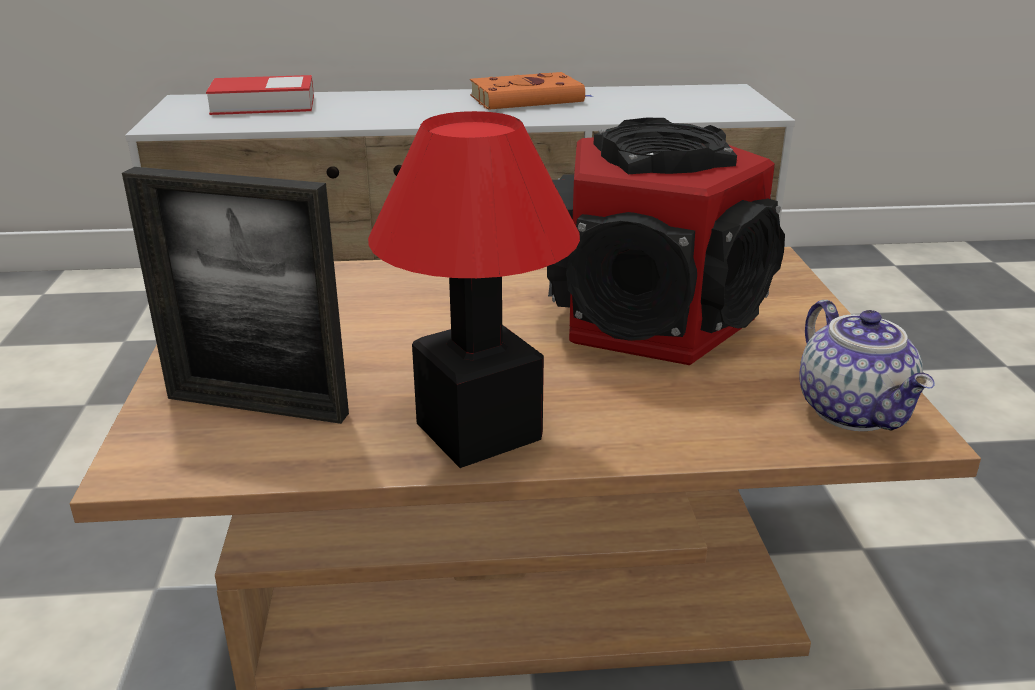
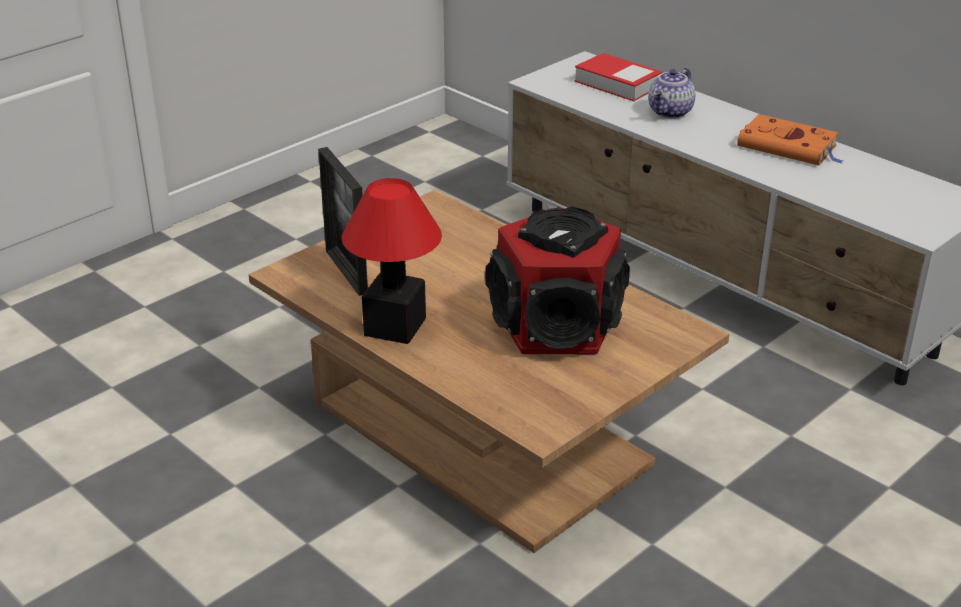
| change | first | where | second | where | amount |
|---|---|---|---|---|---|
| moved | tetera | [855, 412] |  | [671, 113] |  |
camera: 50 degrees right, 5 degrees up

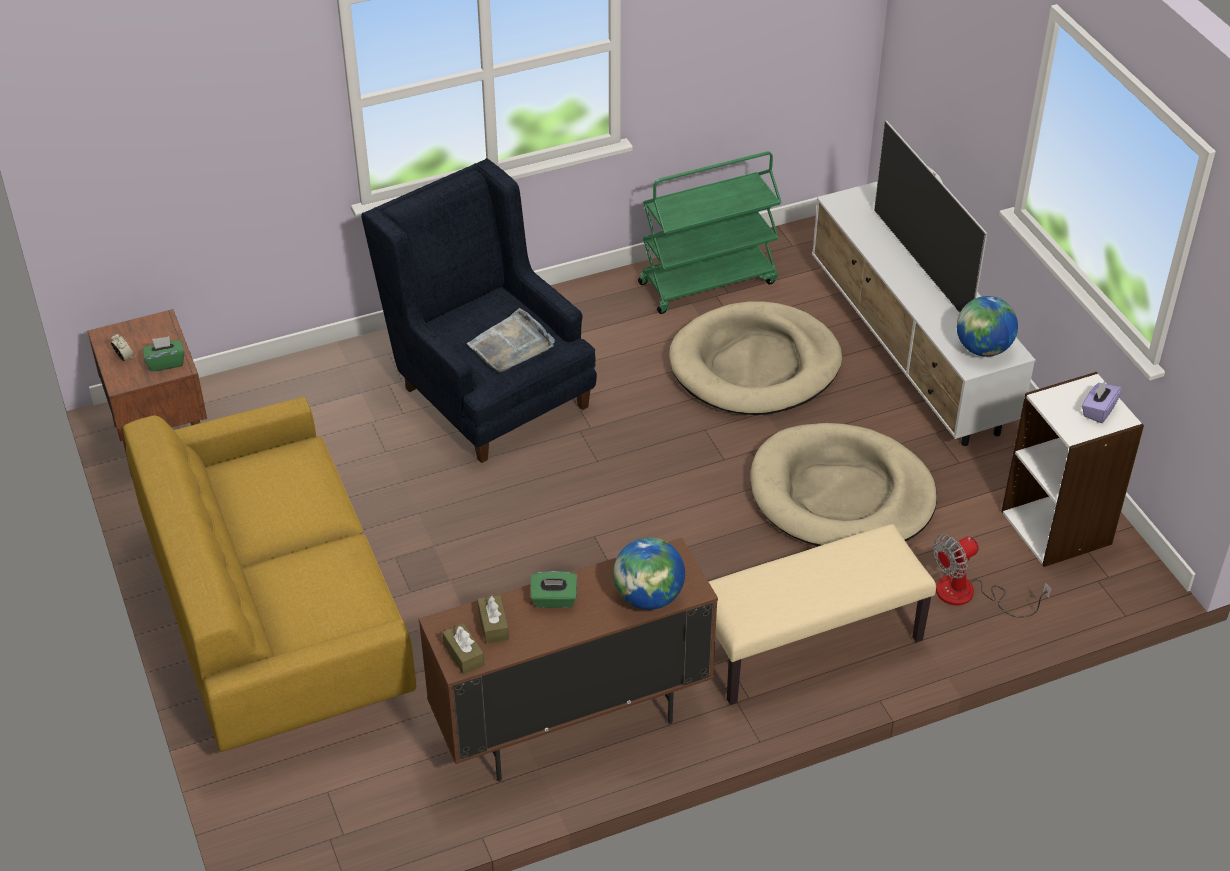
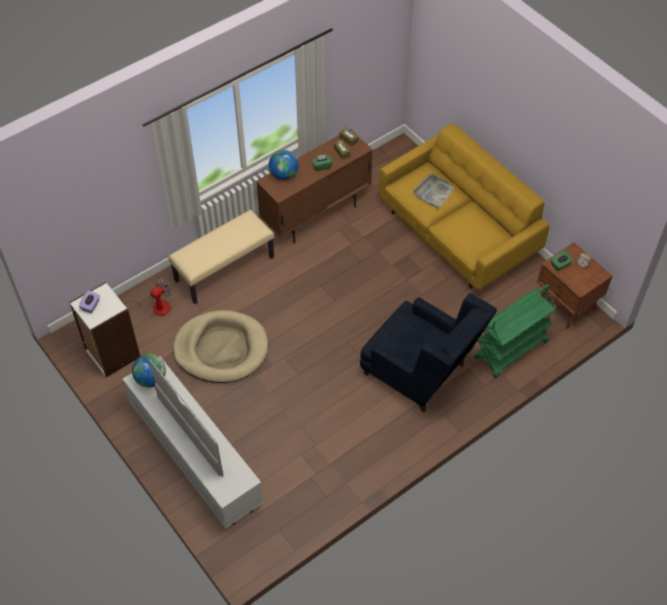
| change | first | where | second | where | amount |
|---|---|---|---|---|---|
| moved | carrito/verde | [708, 282] |  | [511, 350] |  |
| removed | cama para perro/beis | [755, 365] |  |  |  |
| moved | bandeja/gris | [511, 345] |  | [433, 192] |  |
camera: 165 degrees right, 10 degrees up

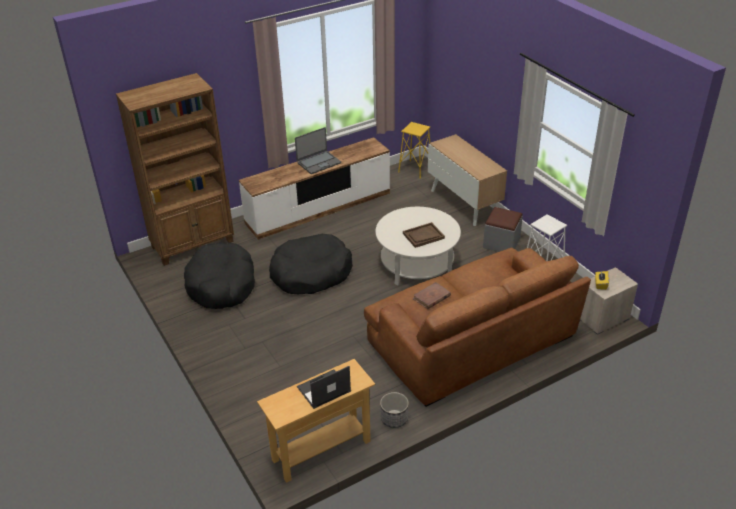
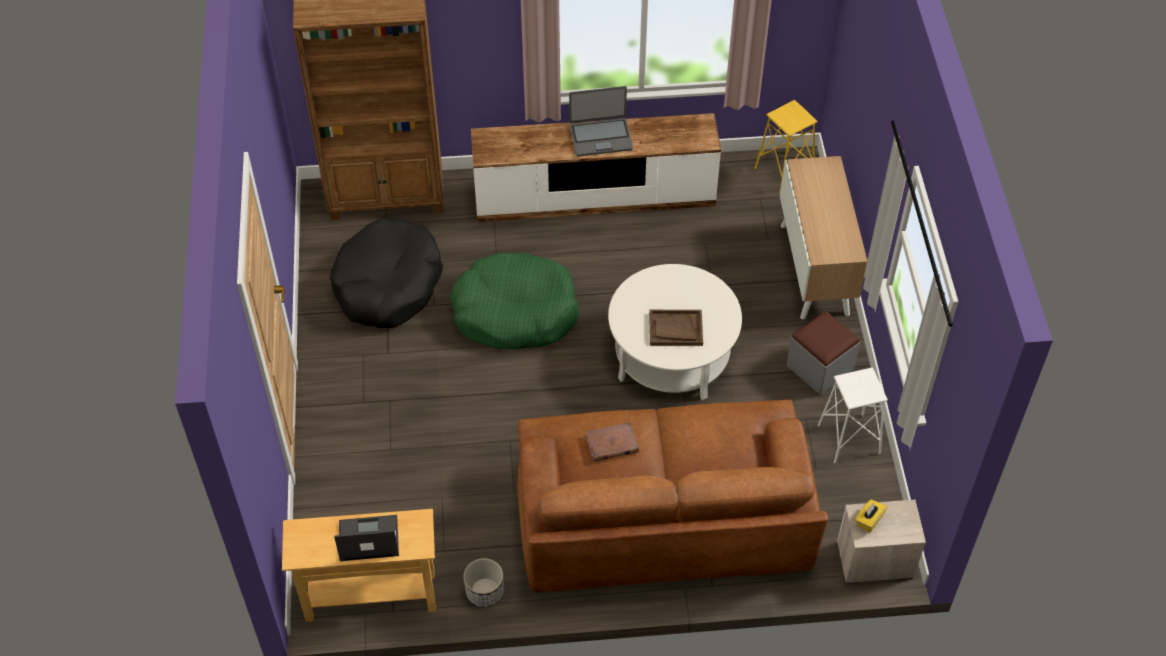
| change | first | where | second | where | amount |
|---|---|---|---|---|---|
| recoloured | cama para perro/negro | [310, 273] | cama para perro/verde | [515, 312] |  |
camera: 25 degrees right, 15 degrees up

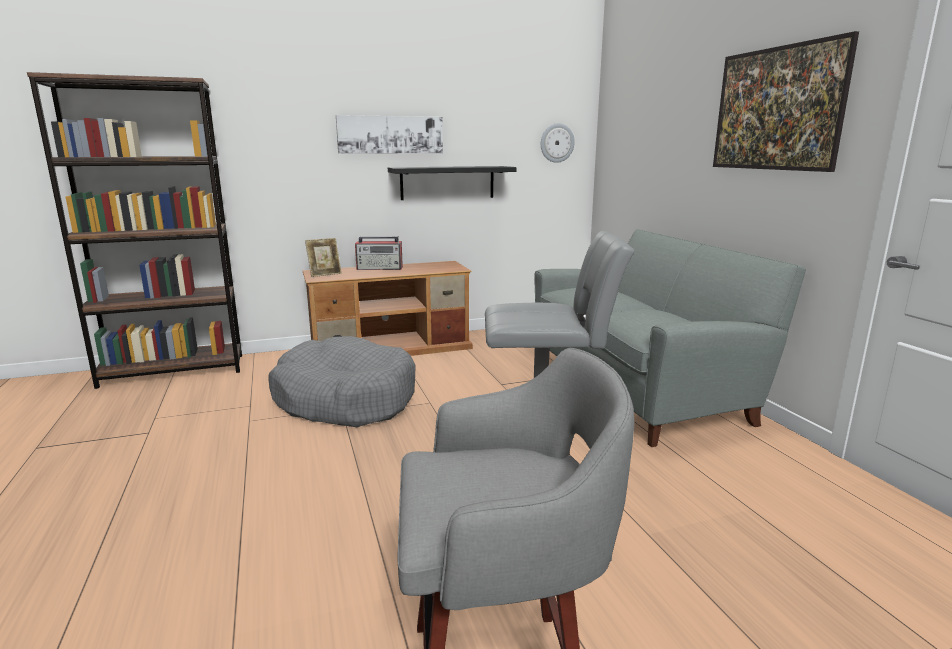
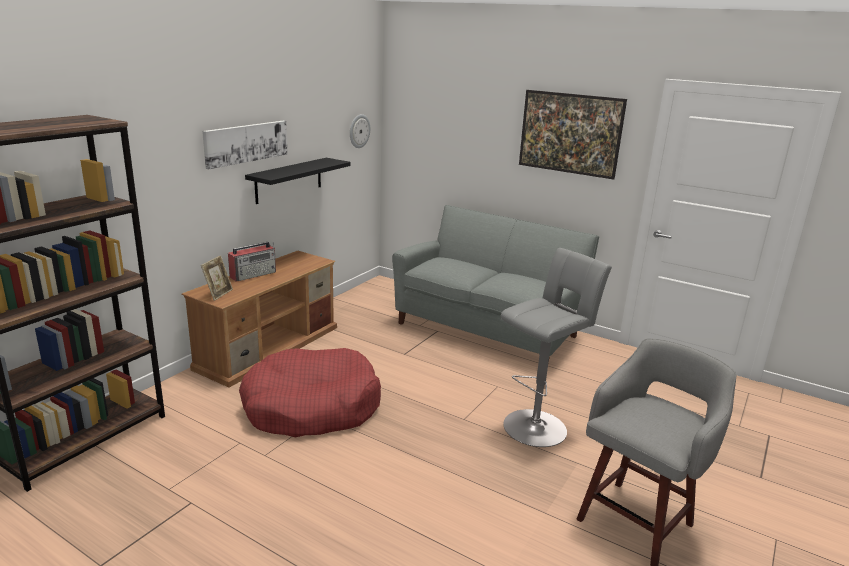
| change | first | where | second | where | amount |
|---|---|---|---|---|---|
| recoloured | cama para perro/gris | [345, 399] | cama para perro/rojo | [311, 407] |  |
camera: 40 degrees left, 5 degrees up

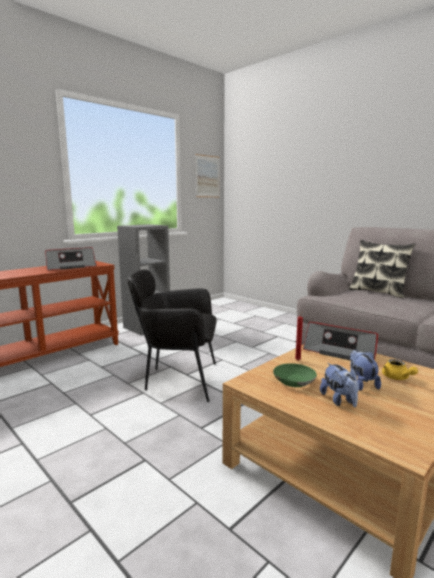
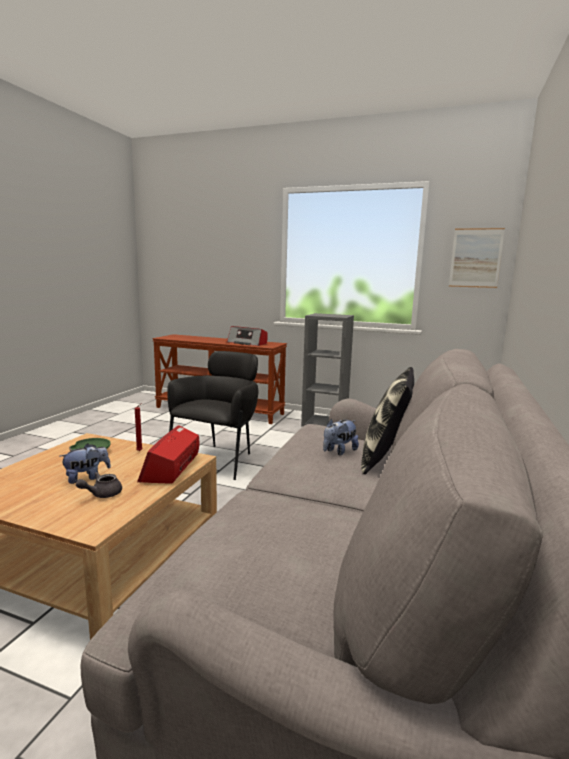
| change | first | where | second | where | amount |
|---|---|---|---|---|---|
| turned | sillón/negro | [177, 380] |  | [218, 459] | 45 degrees clockwise |
| recoloured | tetera/amarillo | [397, 378] | tetera/gris | [102, 494] |  |
| moved | peluche | [339, 400] |  | [339, 451] |  |
camera: 65 degrees right, 0 degrees up

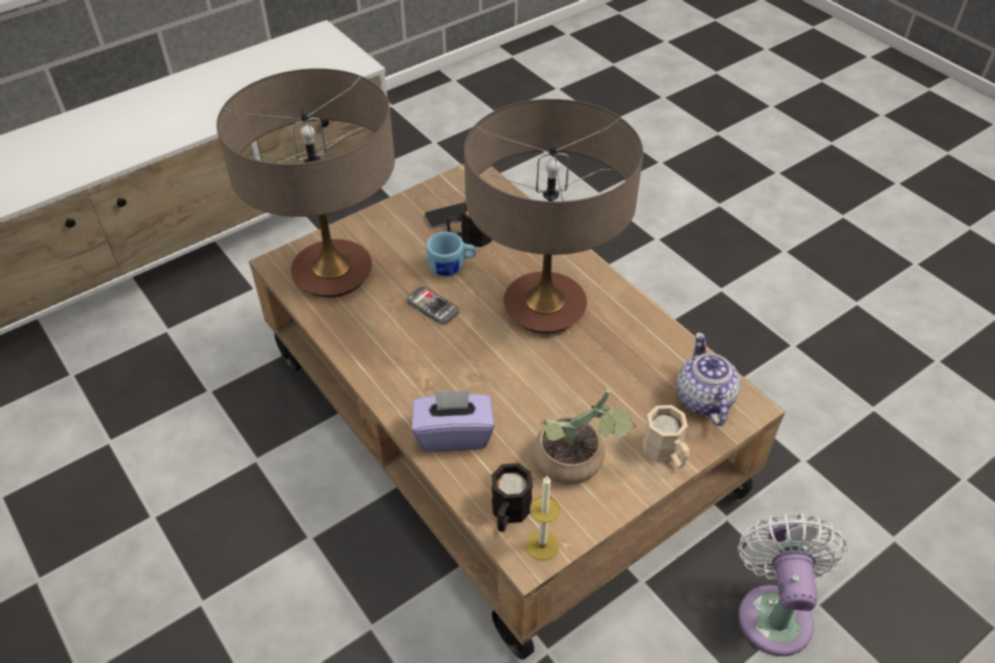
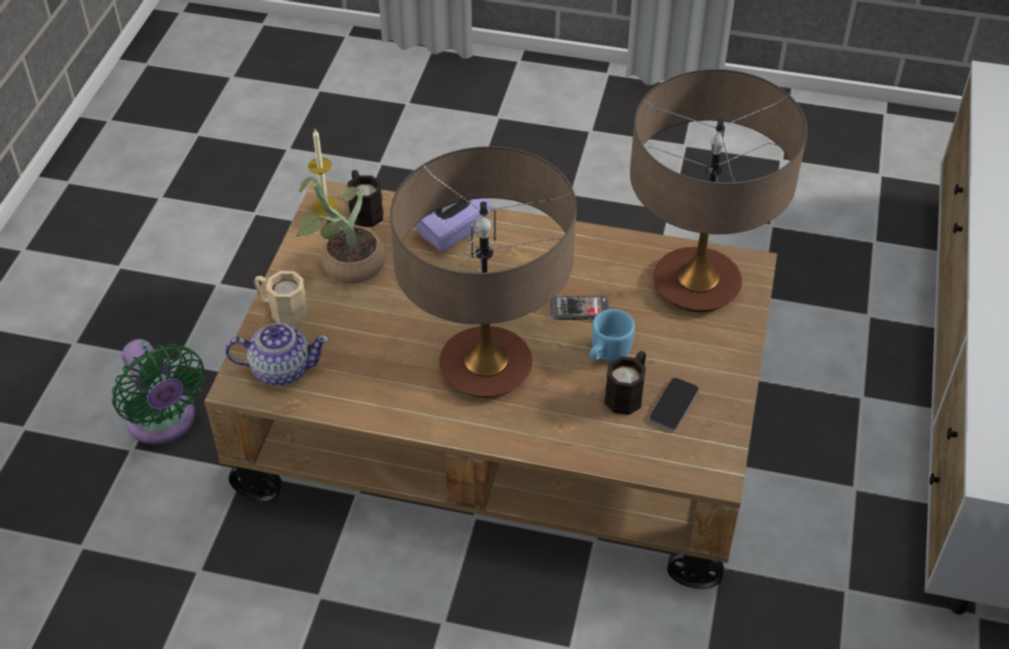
| change | first | where | second | where | amount |
|---|---|---|---|---|---|
| turned | tetera | [703, 399] |  | [281, 369] | 45 degrees counterclockwise |
| recoloured | ventilador/blanco | [774, 612] | ventilador/verde | [164, 423] |  |
camera: 140 degrees right, 0 degrees up

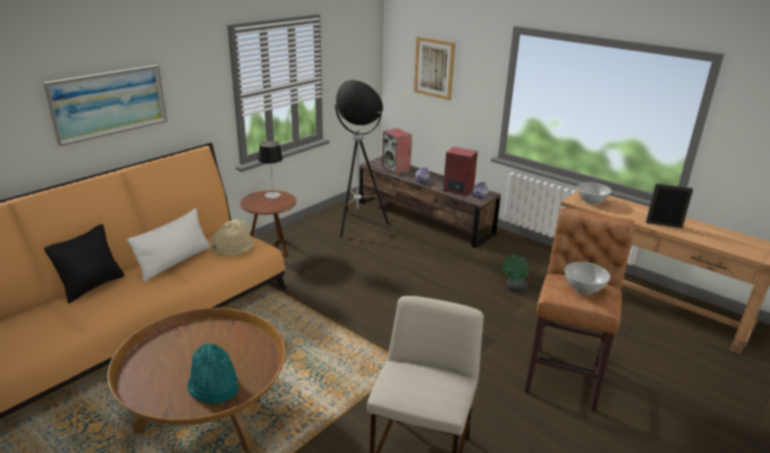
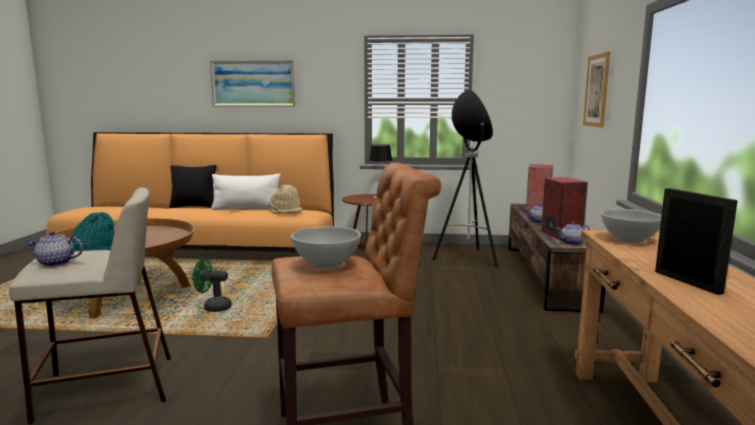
| change | first | where | second | where | amount |
|---|---|---|---|---|---|
| moved | ventilador/verde | [515, 289] |  | [213, 307] |  |
| added |  |  | tetera | [55, 263] |  |
camera: 55 degrees right, 15 degrees down

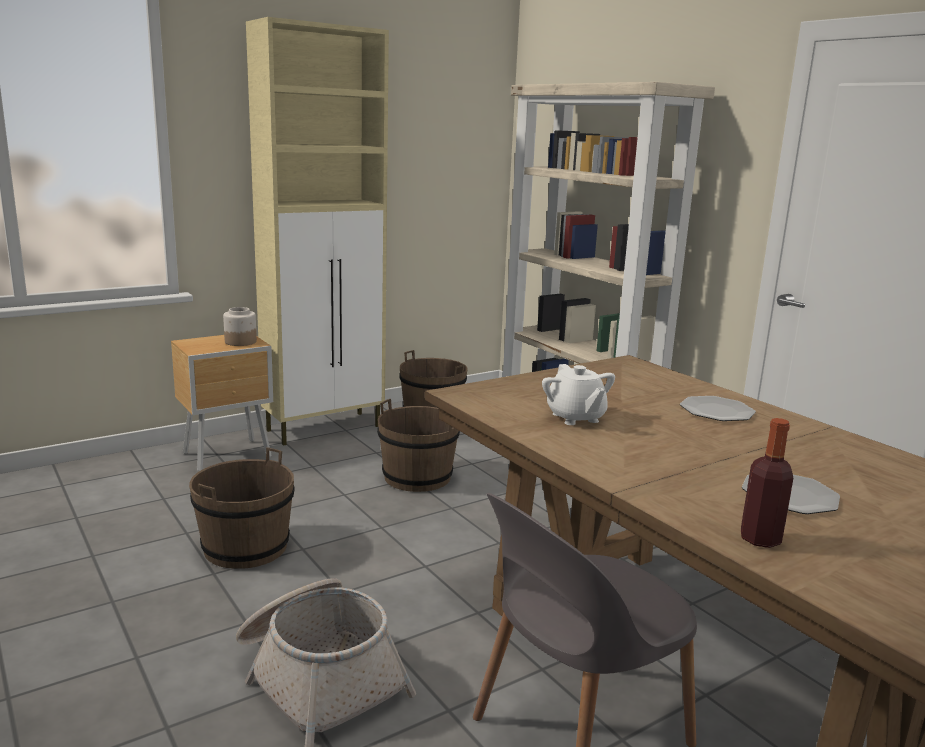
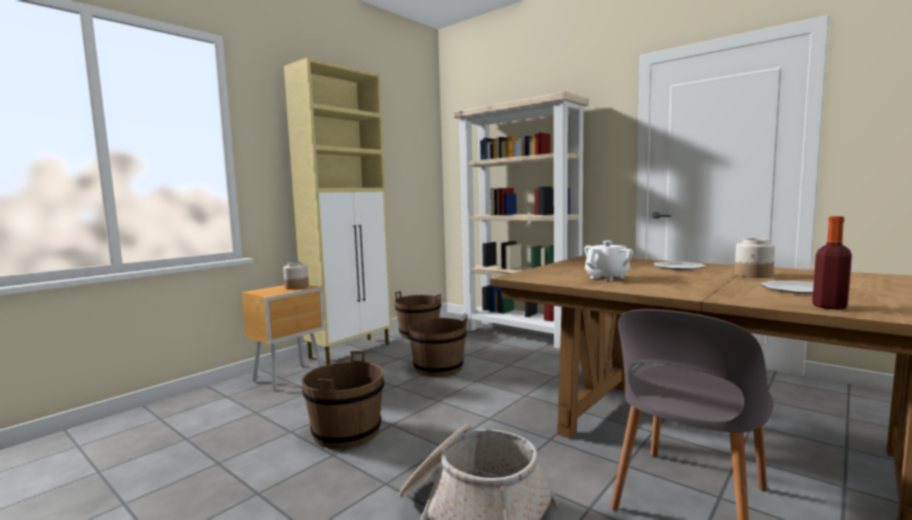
| change | first | where | second | where | amount |
|---|---|---|---|---|---|
| turned | tetera/blanco | [575, 417] |  | [607, 277] | 90 degrees counterclockwise |
| added |  |  | tarro | [753, 275] |  |
camera: 15 degrees left, 10 degrees down

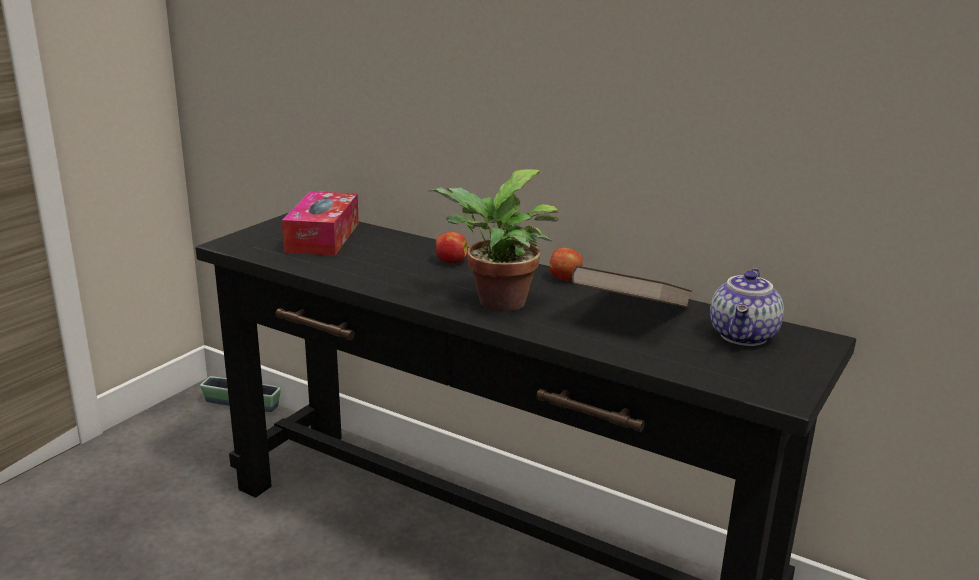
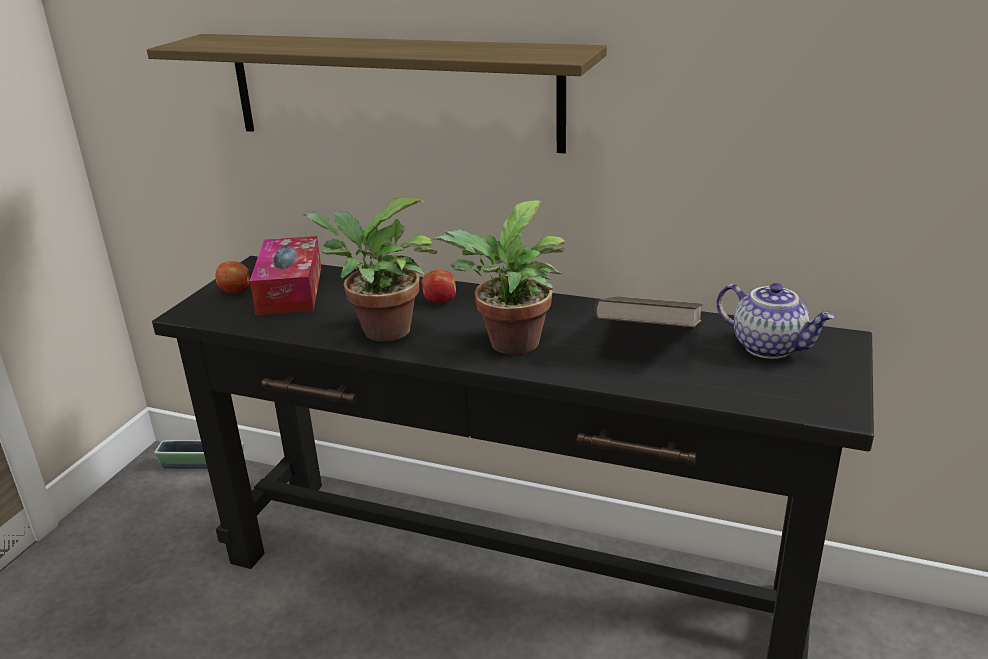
| change | first | where | second | where | amount |
|---|---|---|---|---|---|
| moved | manzana | [566, 279] |  | [236, 291] |  |
| turned | tetera | [744, 336] |  | [769, 347] | 60 degrees counterclockwise |
| added |  |  | estante | [392, 91] |  |
| added |  |  | planta en maceta | [380, 331] |  |
camera: 10 degrees left, 5 degrees up

